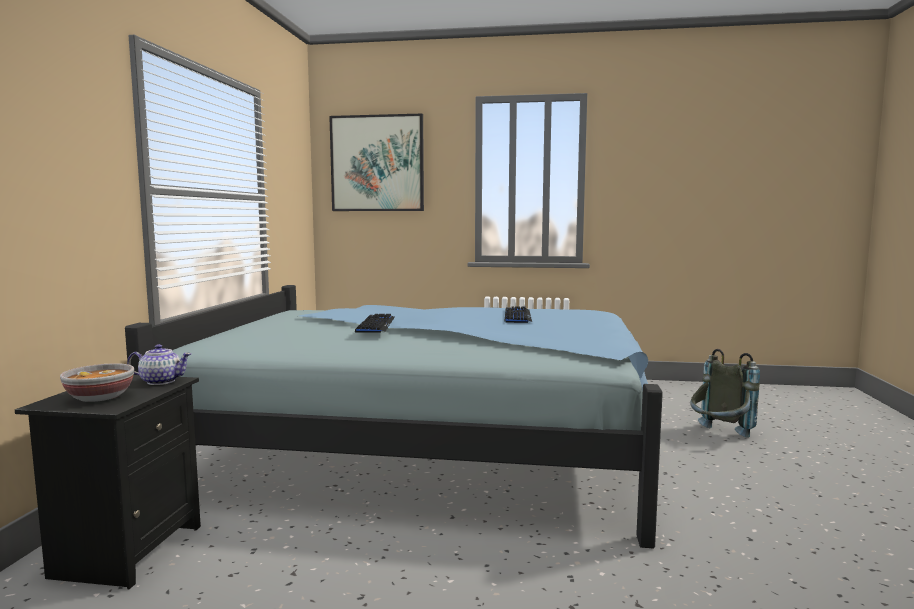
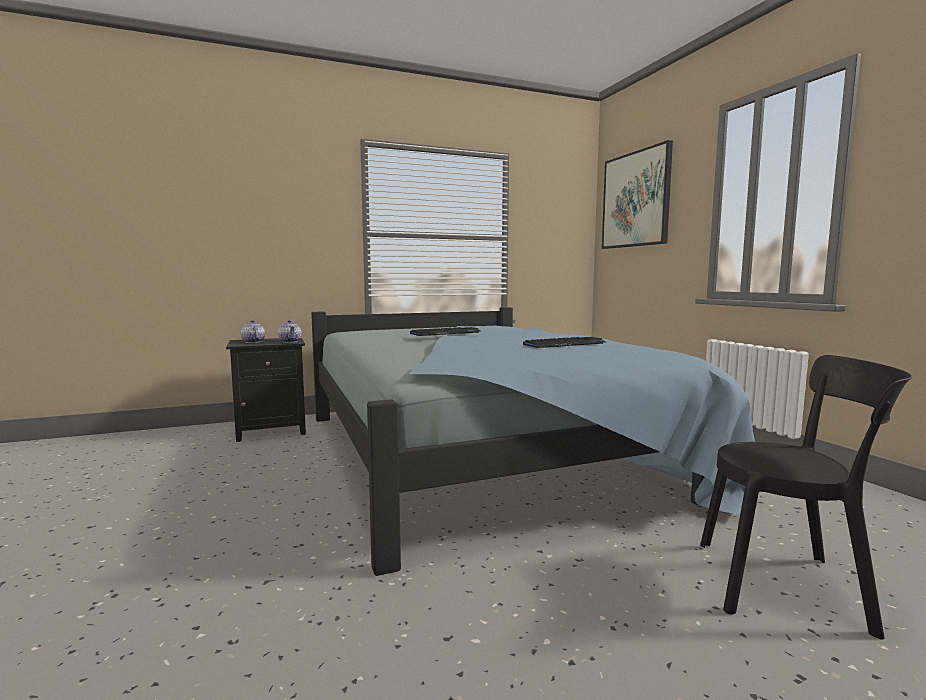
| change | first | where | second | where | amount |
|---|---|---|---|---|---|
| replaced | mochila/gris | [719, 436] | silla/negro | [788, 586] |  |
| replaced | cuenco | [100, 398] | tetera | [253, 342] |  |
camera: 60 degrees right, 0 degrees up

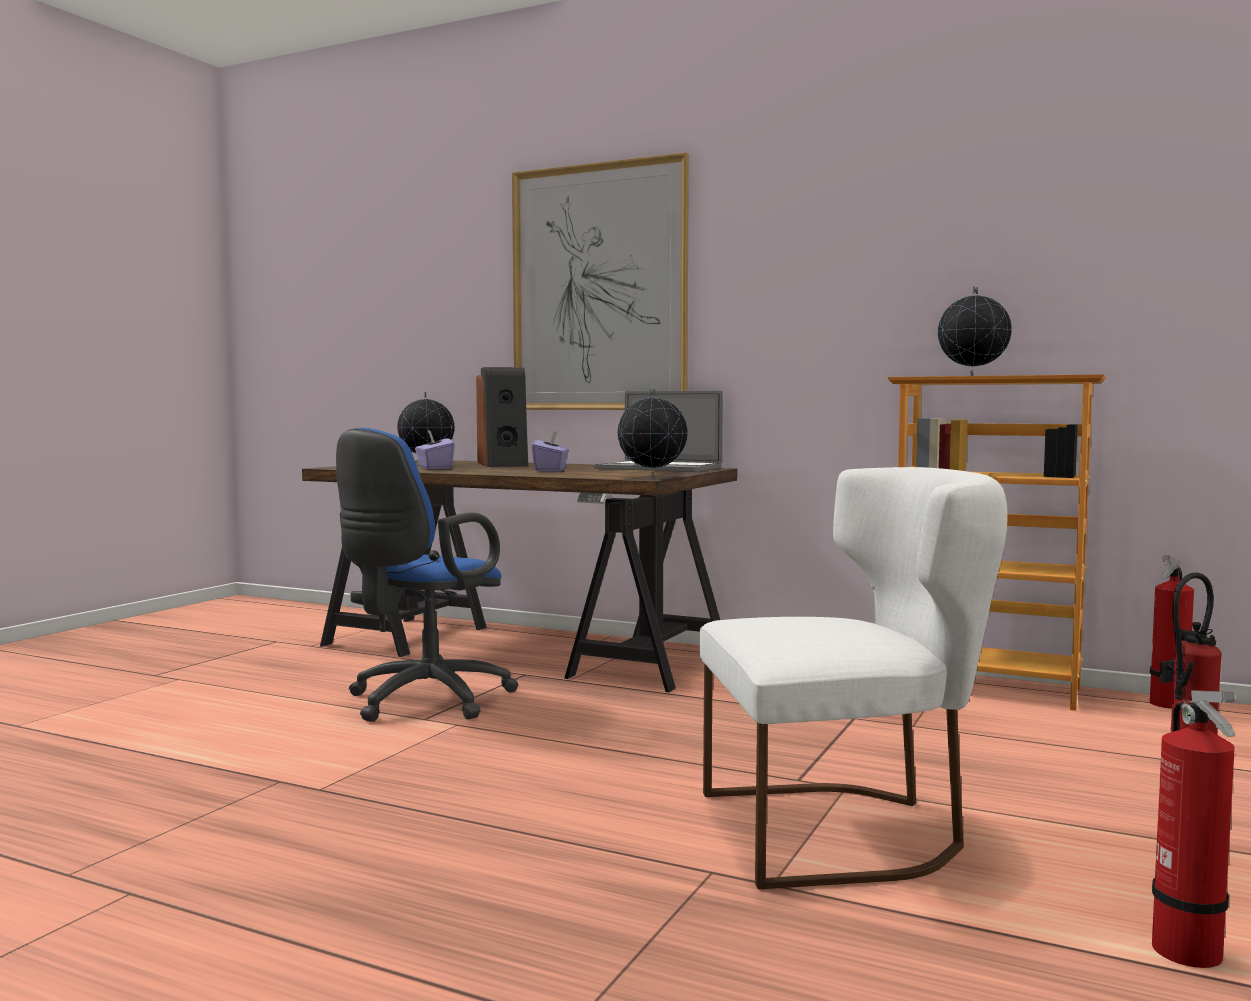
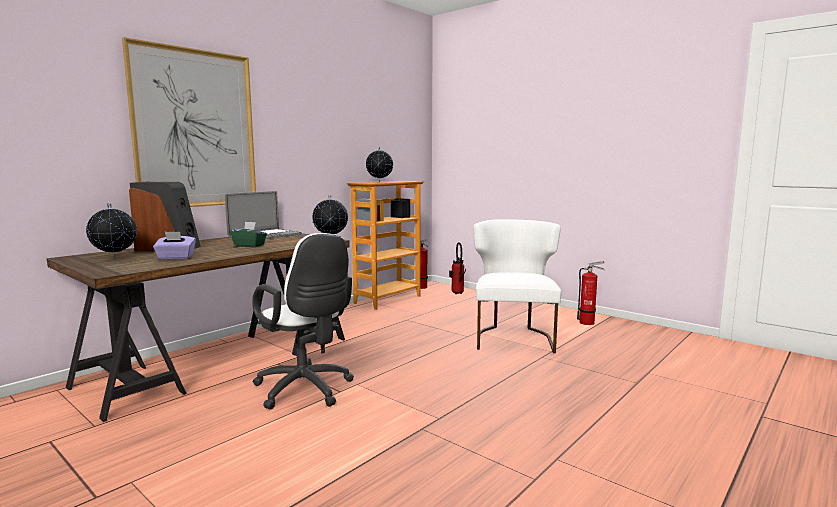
| change | first | where | second | where | amount |
|---|---|---|---|---|---|
| recoloured | silla de oficina/azul | [422, 702] | silla de oficina/blanco | [306, 390] |  |
| recoloured | caja de pañuelos/morado | [551, 470] | caja de pañuelos/verde | [249, 245] |  |
camera: 75 degrees left, 5 degrees up

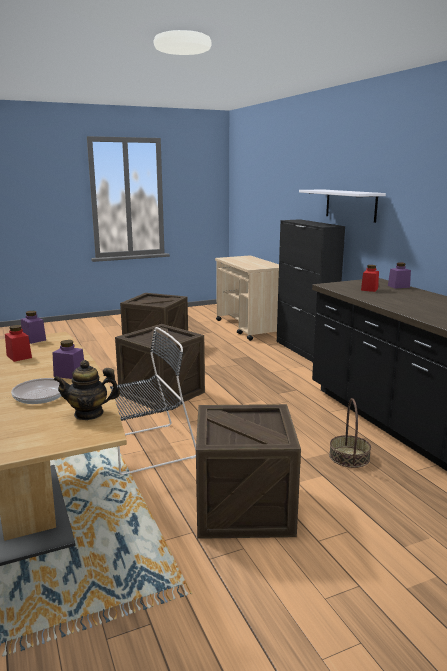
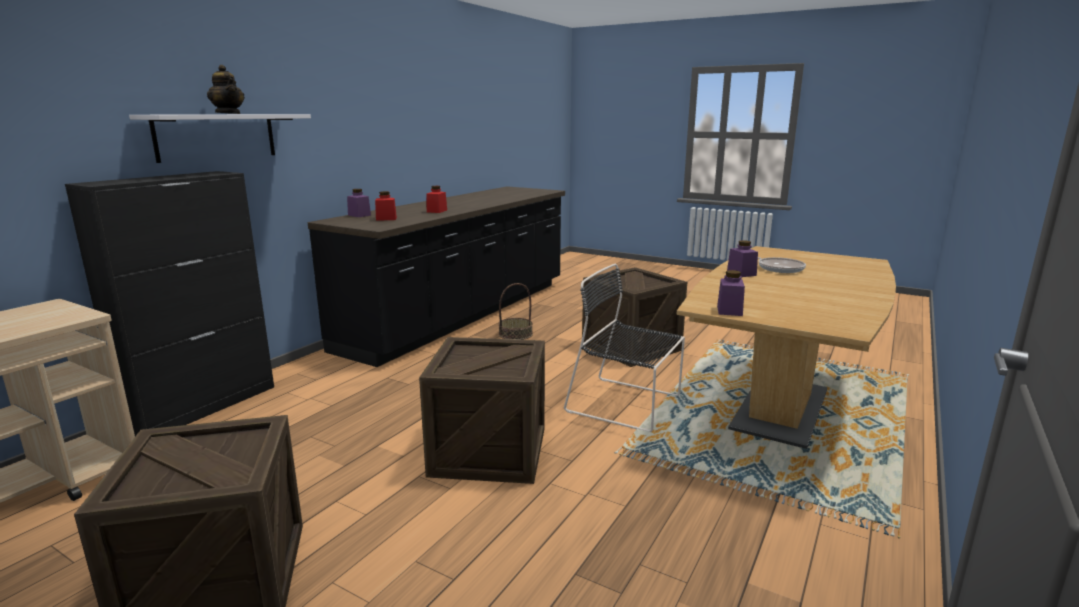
| change | first | where | second | where | amount |
|---|---|---|---|---|---|
| moved | tarro/rojo | [19, 356] |  | [437, 211] |  |
| moved | tetera | [89, 414] |  | [228, 114] |  |
camera: 125 degrees left, 0 degrees up

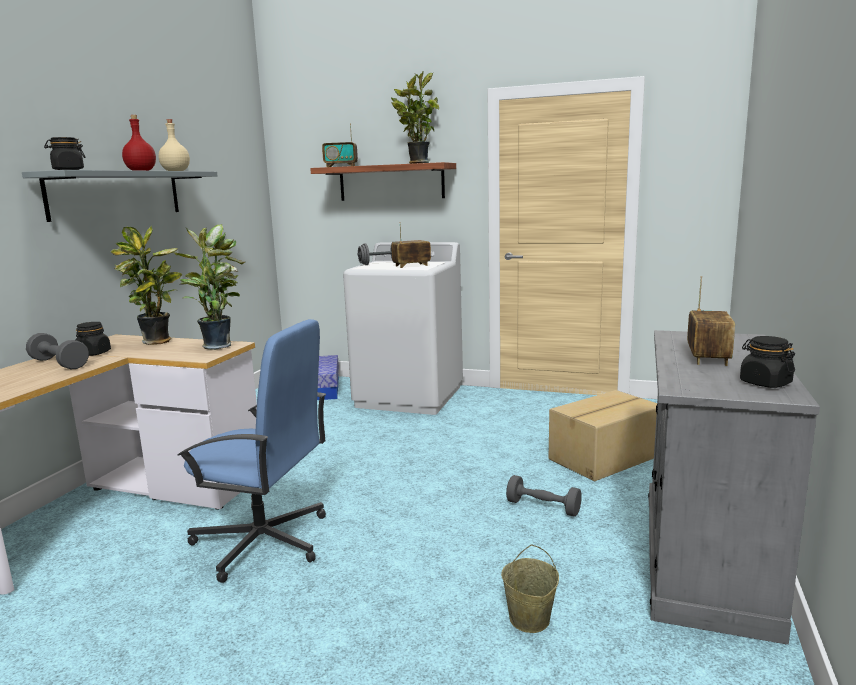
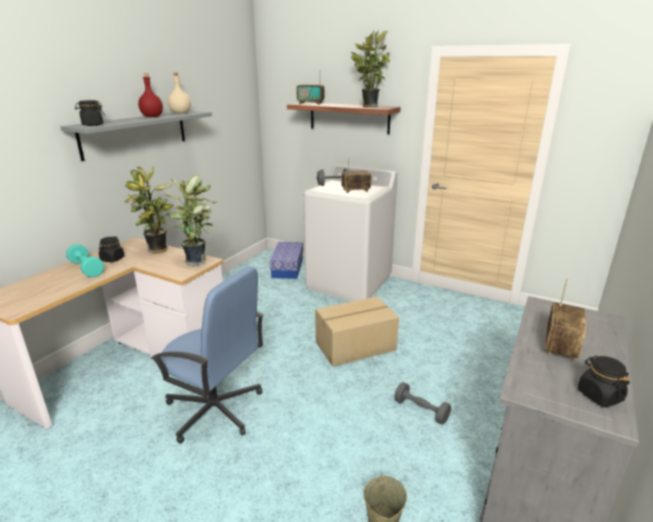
| change | first | where | second | where | amount |
|---|---|---|---|---|---|
| recoloured | mancuerna/gris | [59, 364] | mancuerna/turquesa | [86, 269] |  |
| moved | caja de cartón | [606, 458] |  | [356, 346] |  |
camera: 10 degrees right, 10 degrees up

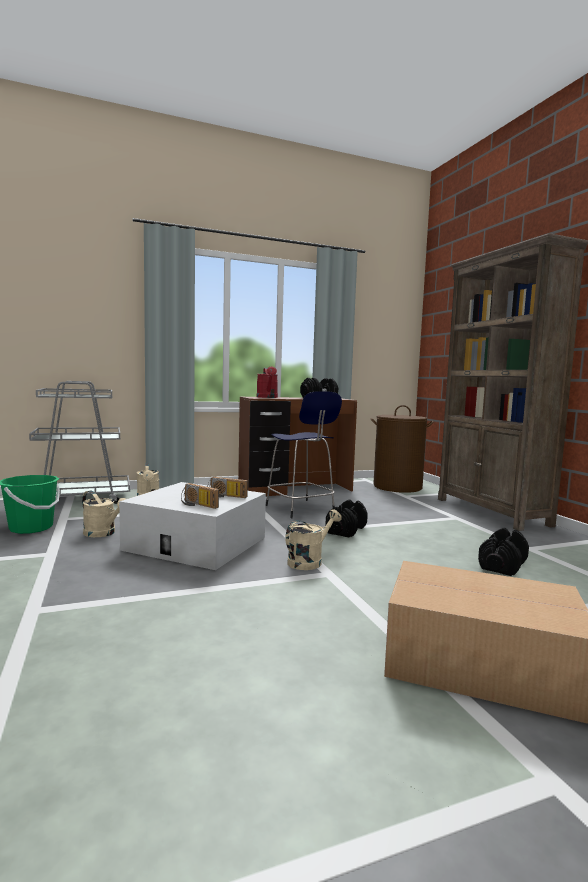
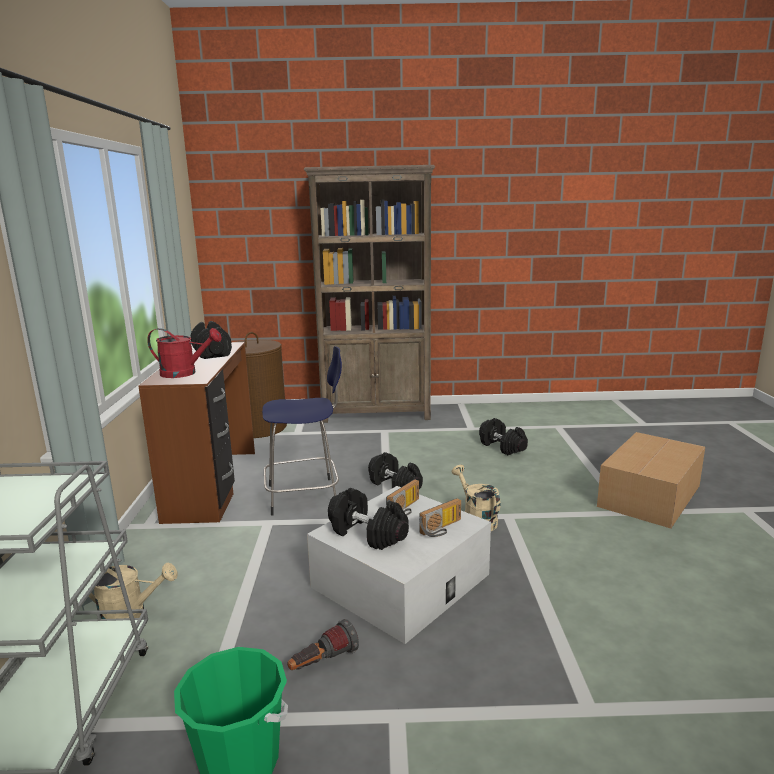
| change | first | where | second | where | amount |
|---|---|---|---|---|---|
| replaced | regadera/beis | [103, 533] | linterna | [323, 663] |  |
| added |  |  | mancuerna/negro | [367, 534] |  |
camera: 70 degrees left, 10 degrees up

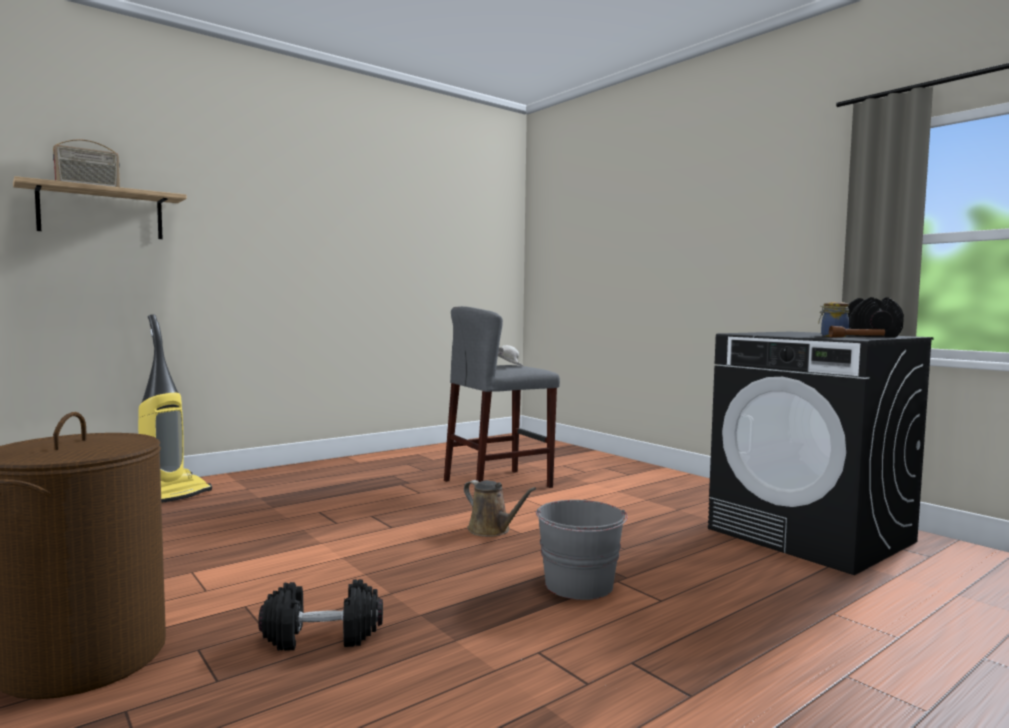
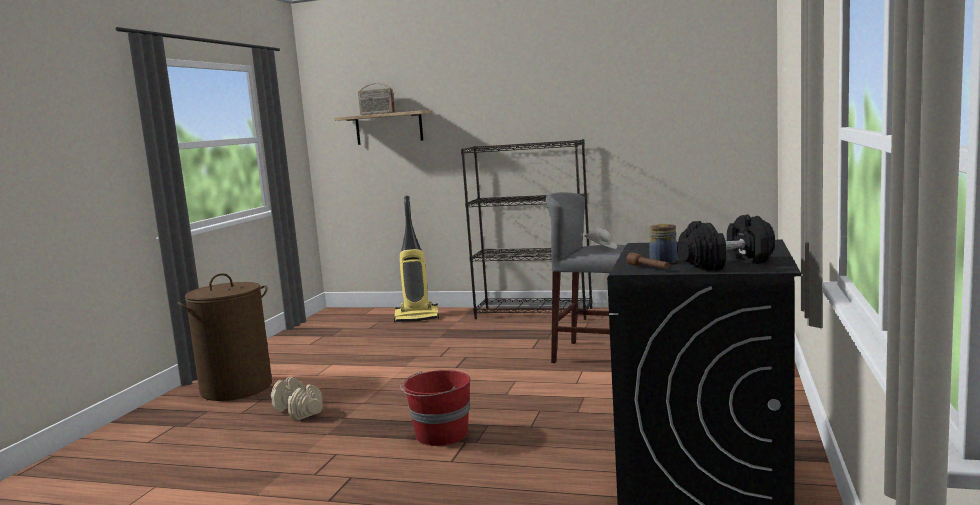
| change | first | where | second | where | amount |
|---|---|---|---|---|---|
| removed | regadera/marrón | [492, 530] |  |  |  |
| recoloured | cubo/gris | [579, 585] | cubo/rojo | [440, 435] |  |
| recoloured | mancuerna/negro | [323, 636] | mancuerna/beis | [298, 411] |  |
| added |  |  | estantería/negro | [534, 313] |  |
camera: 55 degrees right, 5 degrees up

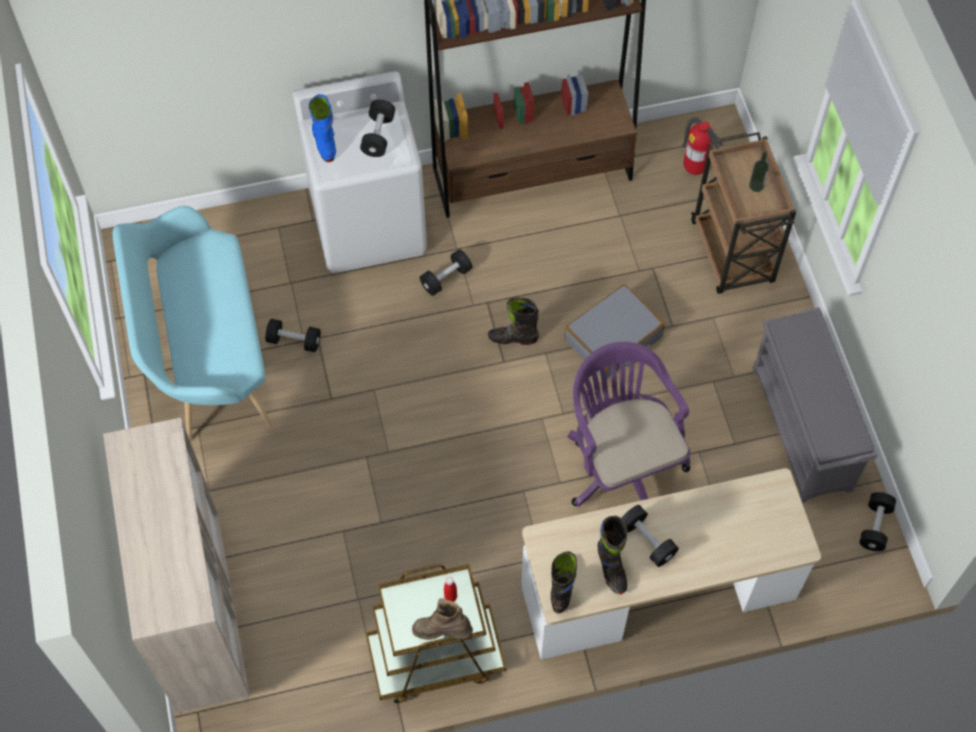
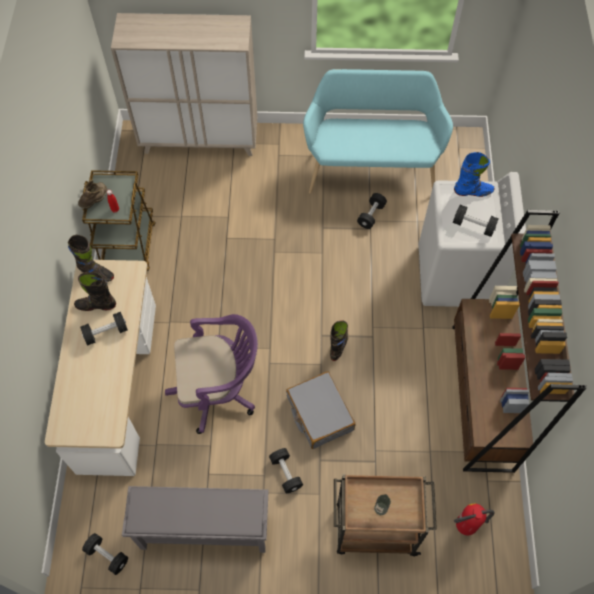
| change | first | where | second | where | amount |
|---|---|---|---|---|---|
| moved | mancuerna/negro | [446, 278] |  | [286, 473] |  |
camera: 105 degrees right, 0 degrees up

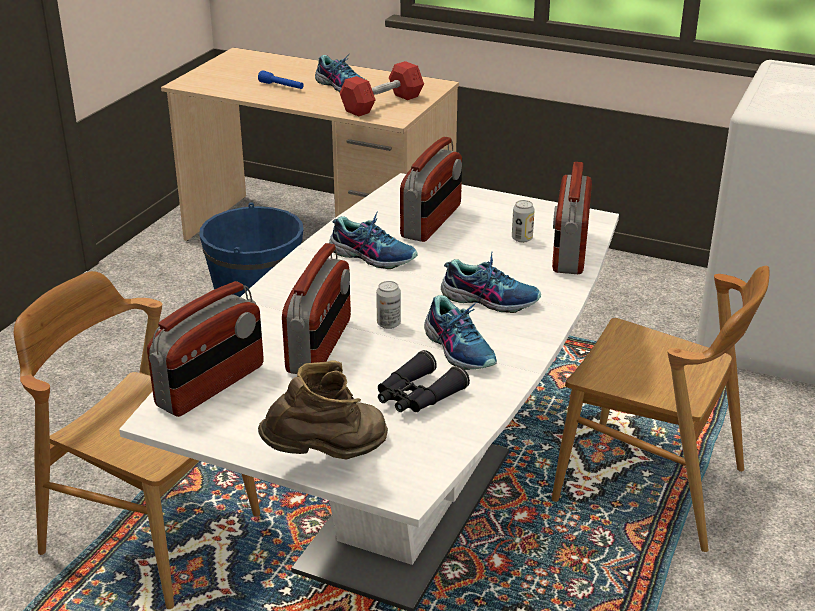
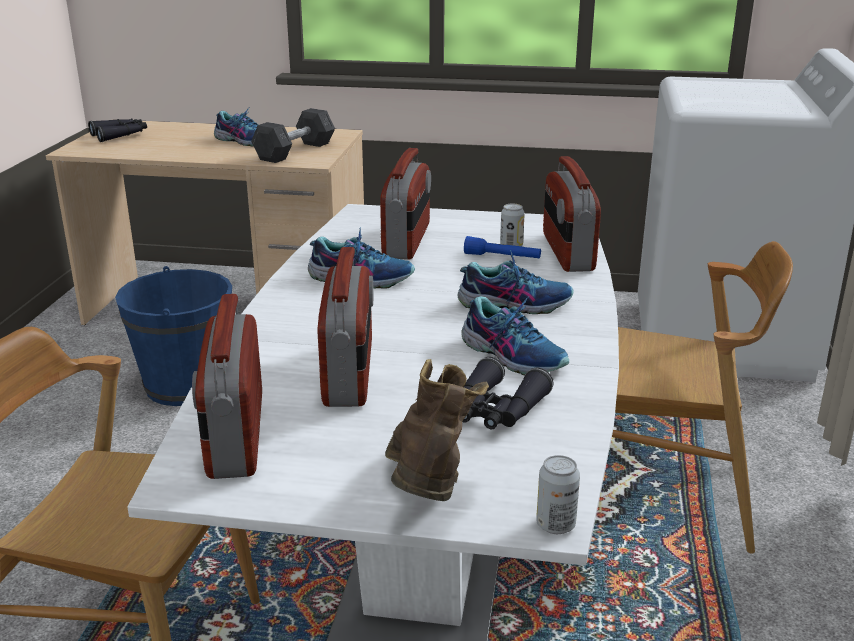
| change | first | where | second | where | amount |
|---|---|---|---|---|---|
| recoloured | mancuerna/rojo | [382, 104] | mancuerna/gris | [295, 151] |  |
| moved | linterna/azul | [281, 86] |  | [502, 257] |  |
| turned | radio | [211, 386] |  | [234, 436] | 150 degrees clockwise |
| moved | lata | [388, 324] |  | [555, 525] |  |
| turned | bota/marrón | [328, 456] |  | [427, 495] | 45 degrees counterclockwise |
| added |  |  | prismáticos/negro | [120, 135] |  |
camera: 15 degrees left, 5 degrees down

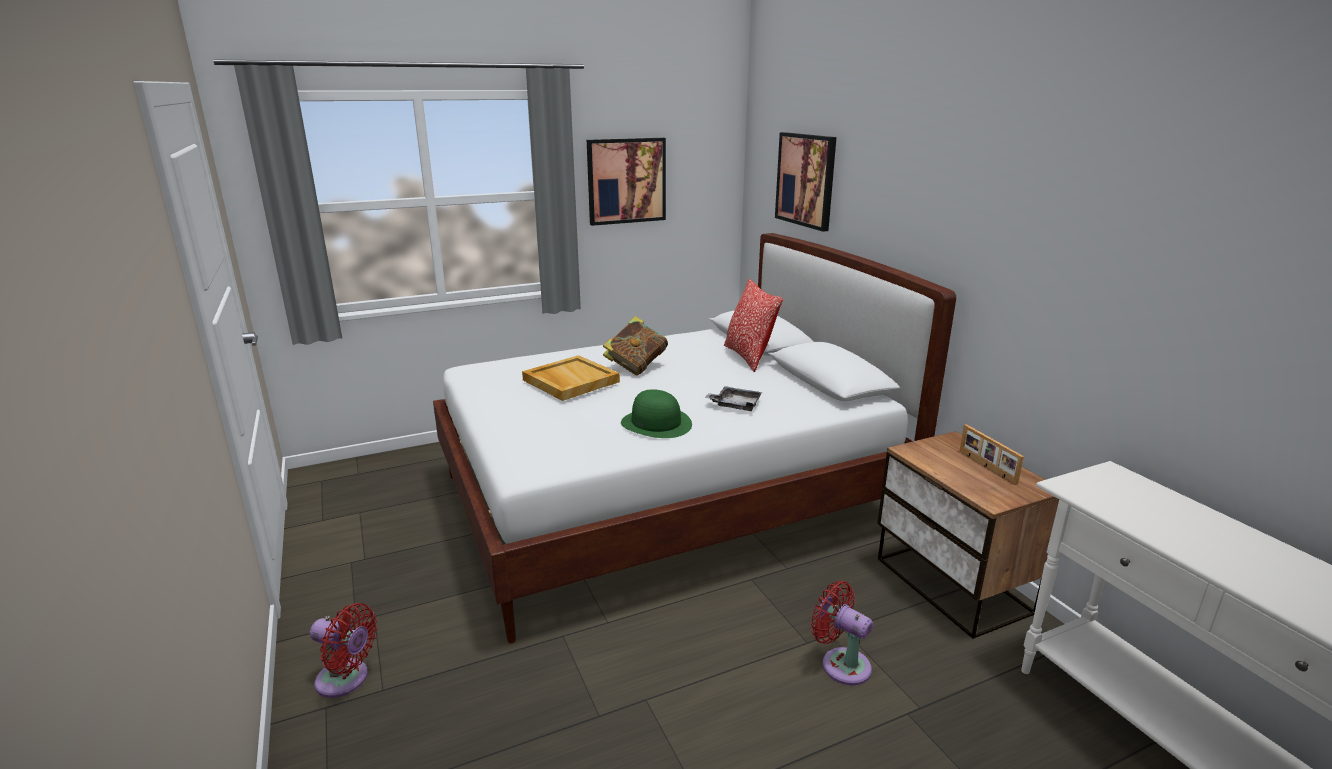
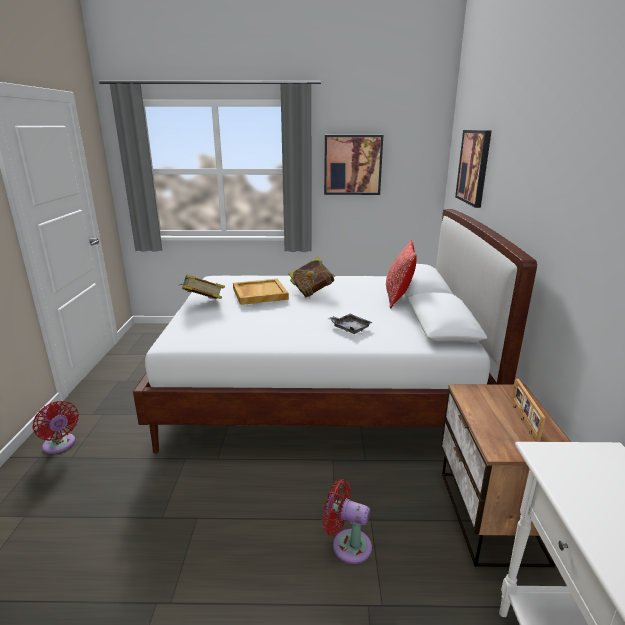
| change | first | where | second | where | amount |
|---|---|---|---|---|---|
| removed | sombrero/verde | [656, 423] |  |  |  |
| turned | ventilador/rojo | [841, 663] |  | [347, 544] | 45 degrees counterclockwise |
| added |  |  | libro | [203, 303] |  |
camera: 25 degrees right, 0 degrees up

